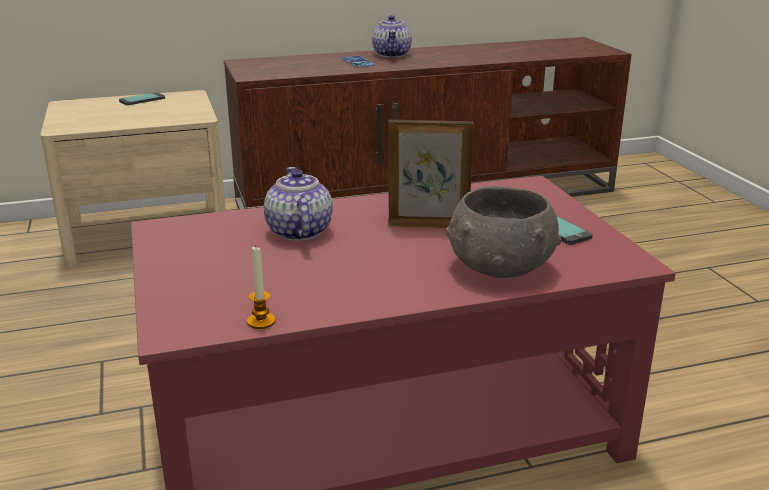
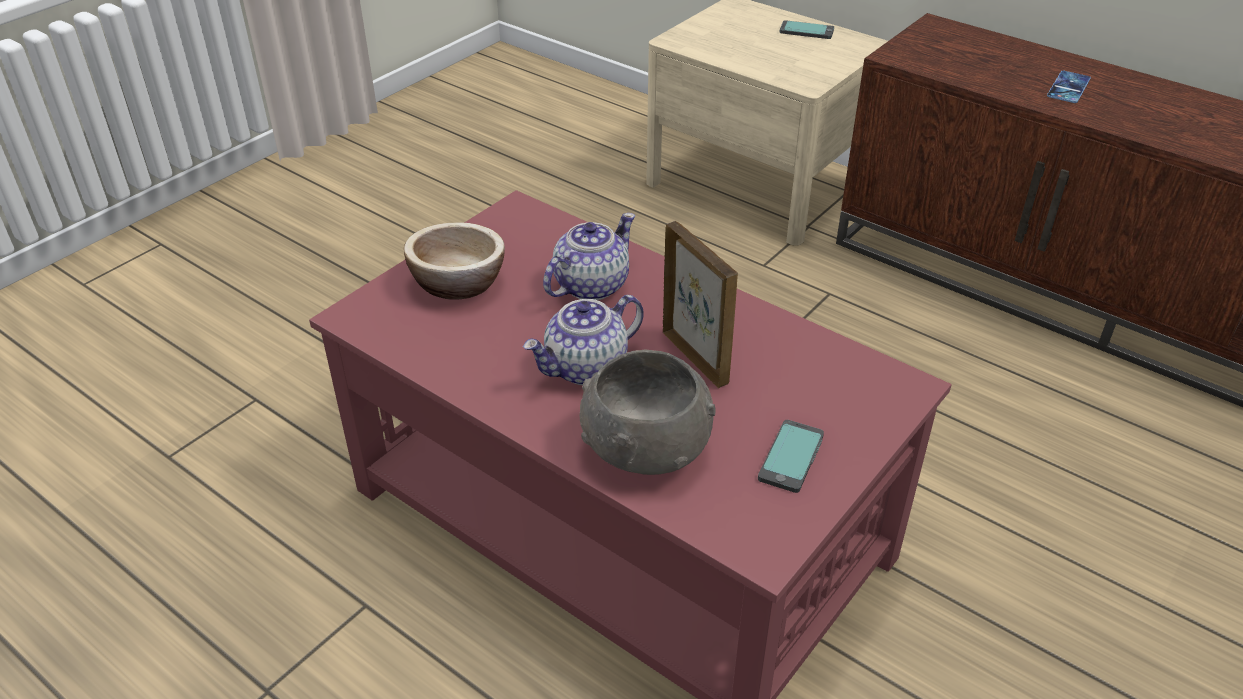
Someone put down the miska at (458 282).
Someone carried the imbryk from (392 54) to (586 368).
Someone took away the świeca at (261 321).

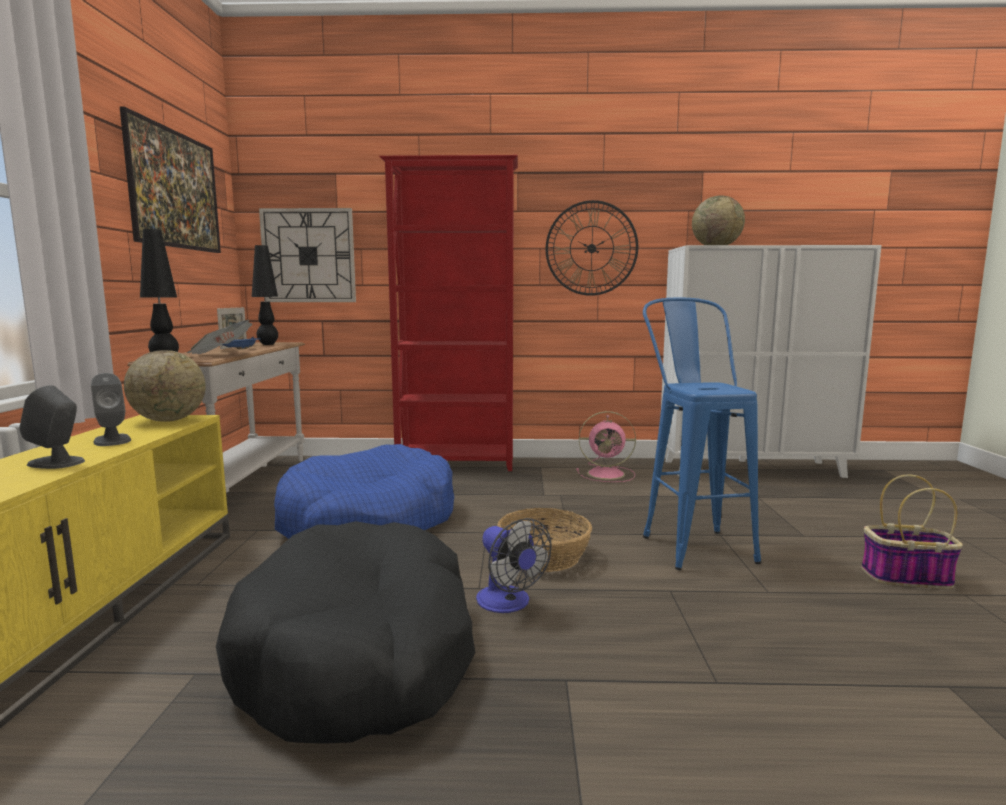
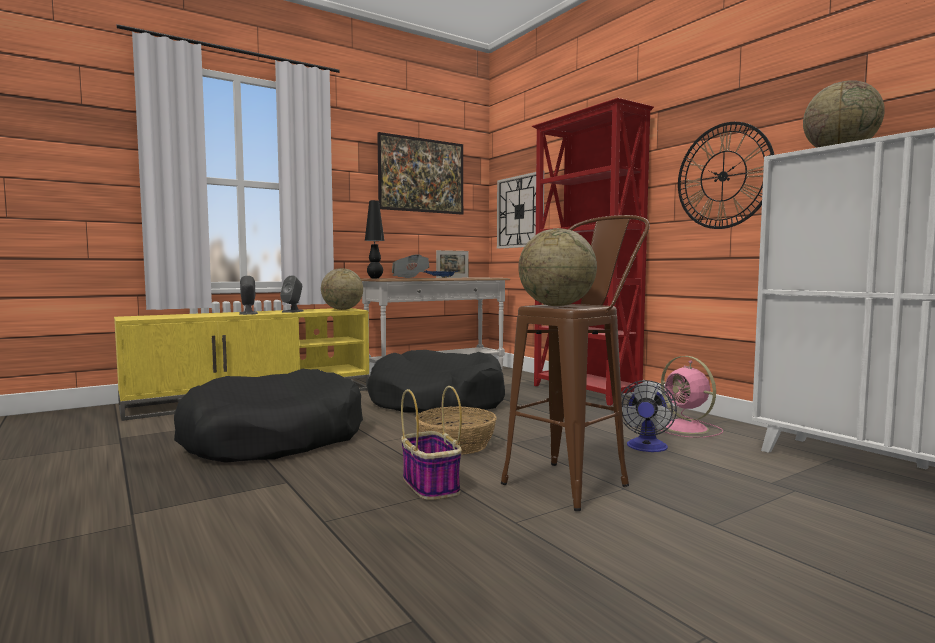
Someone repainted the legowisko [niebieski] at (368 520), which became the legowisko [czarny] at (436 401).
Someone carried the koszyk from (905 577) to (430 485).
Someone repainted the stołek [niebieski] at (690 543), which became the stołek [brązowy] at (575 480).
Someone put down the globus at (556 306).
Someone carried the wentylator from (508 603) to (646 448).
Someone took away the lampa stołowa [czarny] at (268 344).

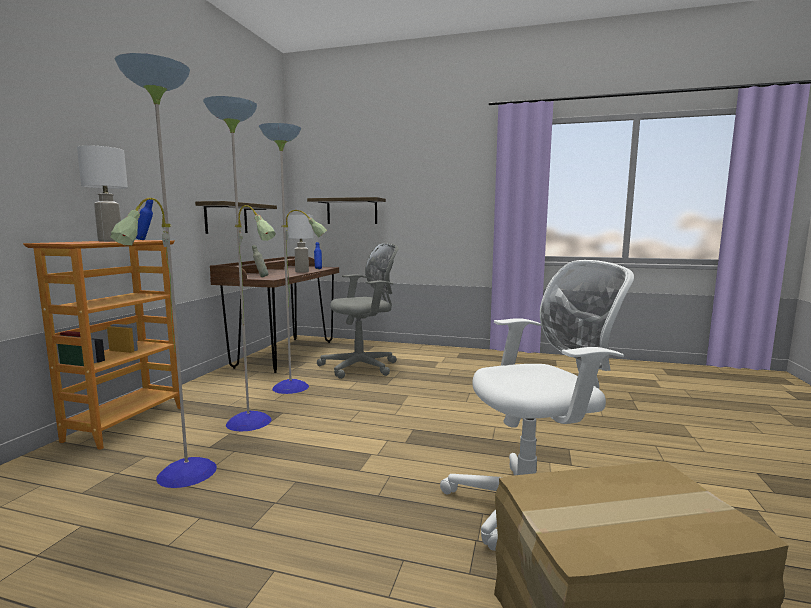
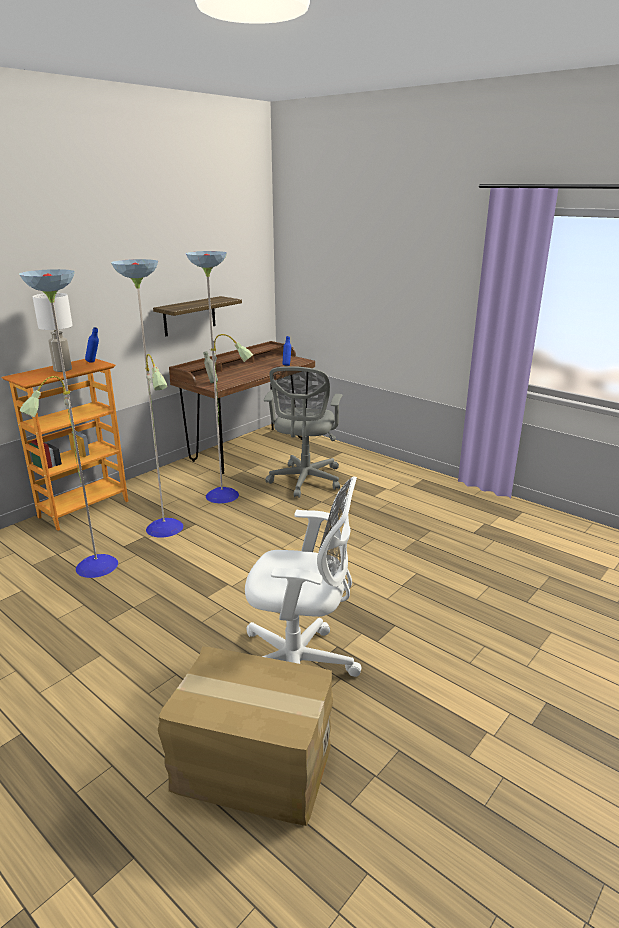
Someone rotated the krzesło biurowe [szary] at (362 367) by 105 degrees clockwise.
Someone took away the lampa stołowa [biały] at (302 272).
Someone took away the półka at (352 211).

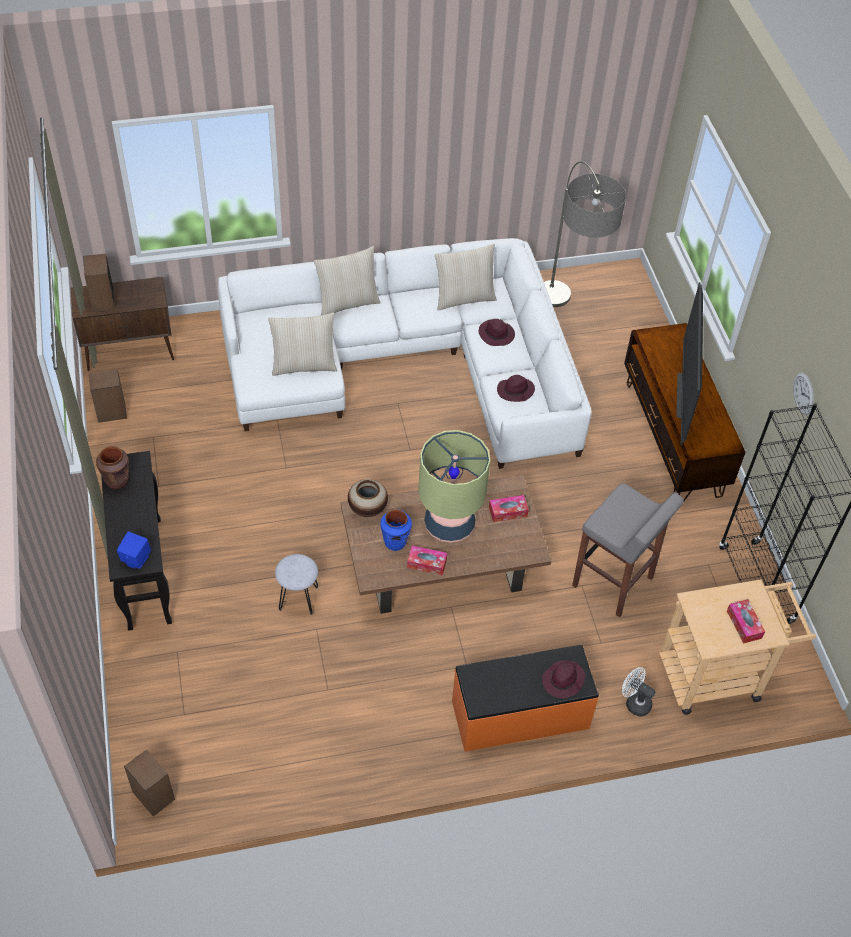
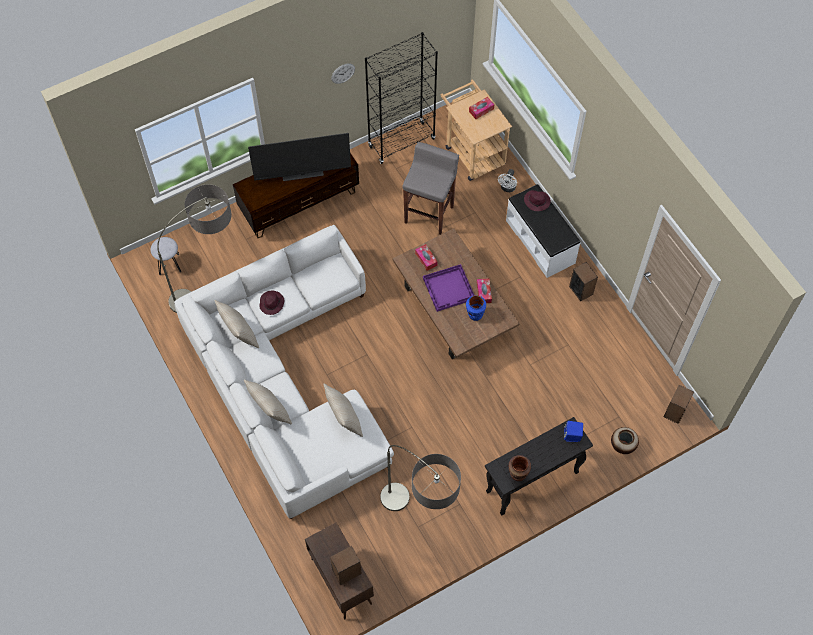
Someone carried the stołek [szary] from (299 598) to (169 264).
Someone put down the lampa stojąca at (420 521).
Someone swapped the lampa stołowa at (449 524) for the taca [fioletowy] at (449 288).
Someone repainted the ławka [pomarańczowy] at (520 715), which became the ławka [biały] at (540 241).
Someone carried the głośnik from (111 412) to (581 290).
Someone carried the wazon from (367 509) to (623 445).
Someone took away the kapelusz [fioletowy] at (515 391).

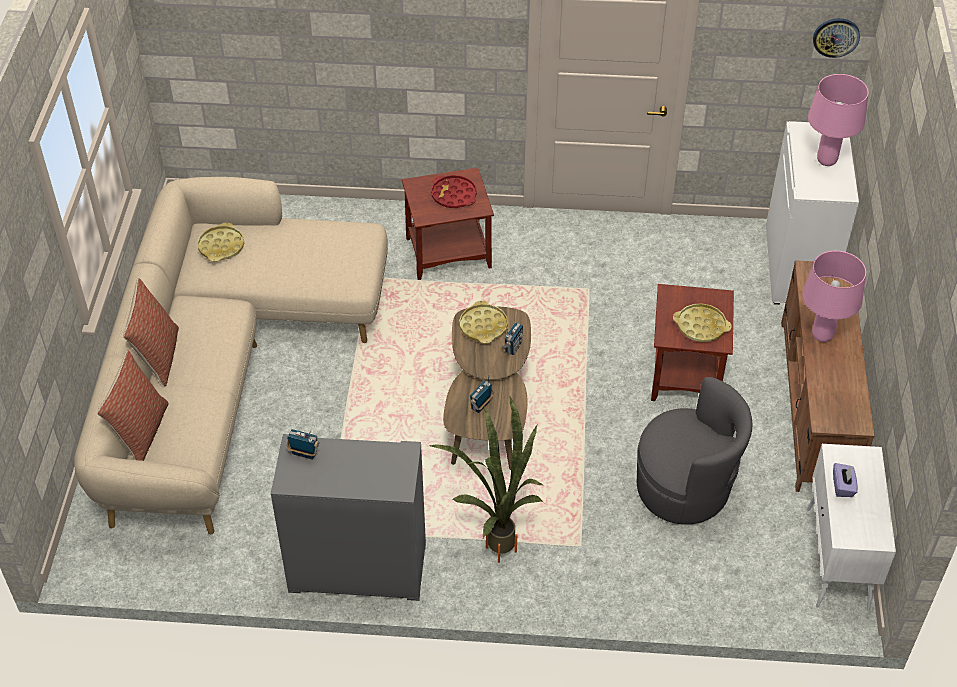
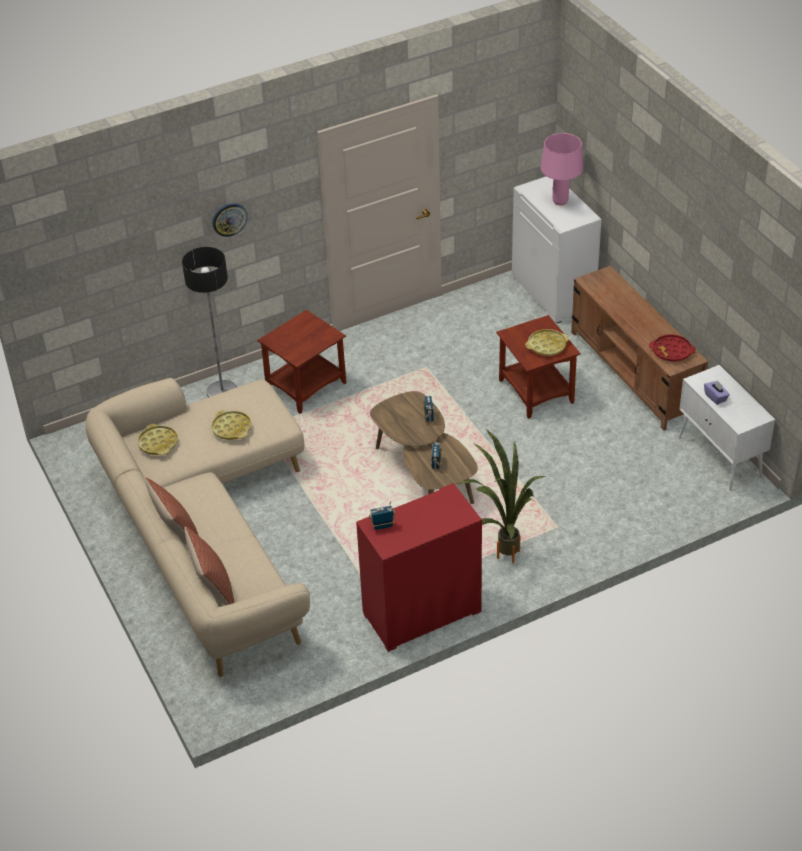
Someone put down the lampa stojąca at (222 392).
Someone carried the taca [żółty] from (483 326) to (232 428).
Someone carried the zegar ścienny from (836 37) to (229 219).
Someone repainted the szafka [szary] at (357 568), which became the szafka [czerwony] at (422 613).
Someone carried the taca [czerwony] from (454 195) to (671 351).
Someone took away the fotel [szary] at (685 488).
Someone took away the lampa stołowa [różowy] at (821 336).

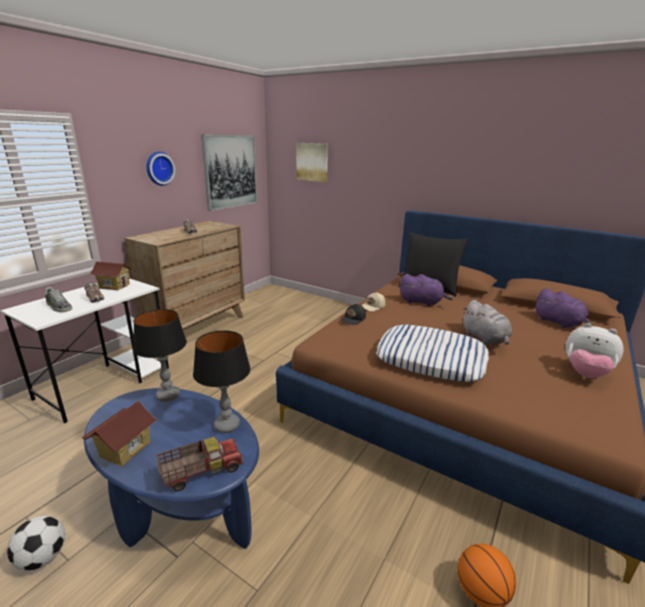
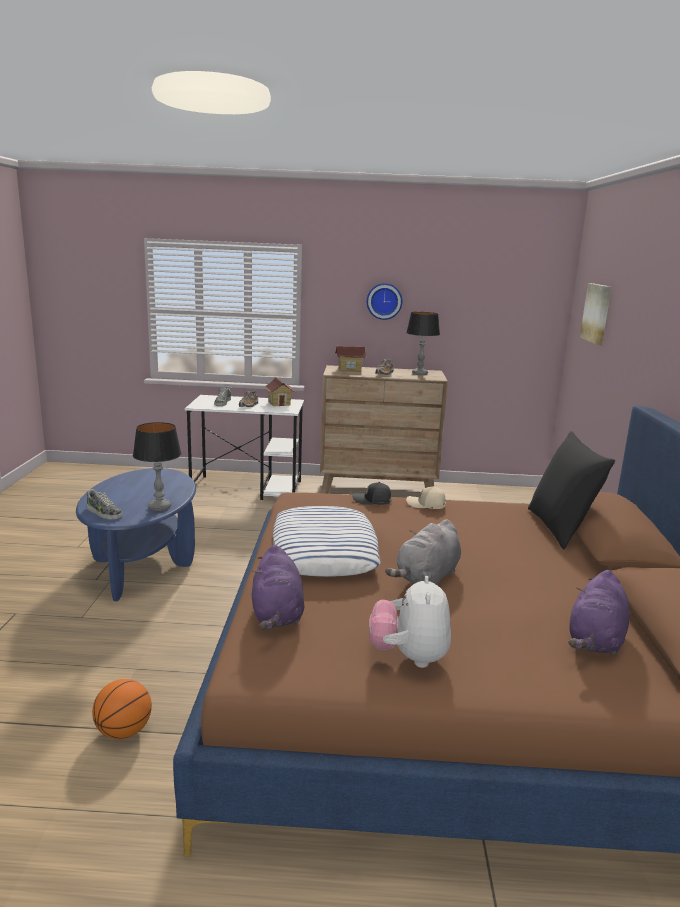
Someone swapped the ciężarówka zabawkowa at (201 472) for the but at (104 513).
Someone carried the pluszak [fioletowy] from (422 302) to (277 615).
Someone carried the domek from (125 449) to (349 369).
Someone carried the lampa stołowa from (168 395) to (419 374).
Someone took away the piłka futbolowa at (43 557).
Someone took away the obraz at (230 171).

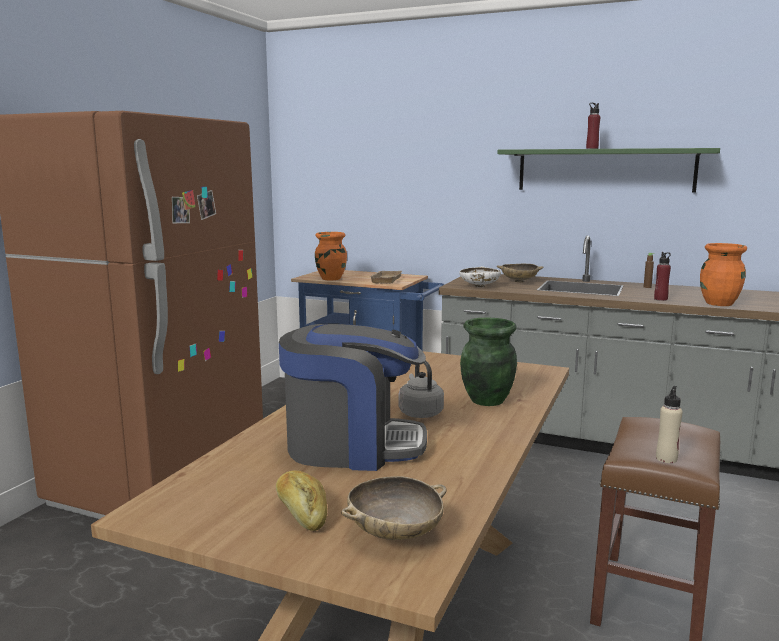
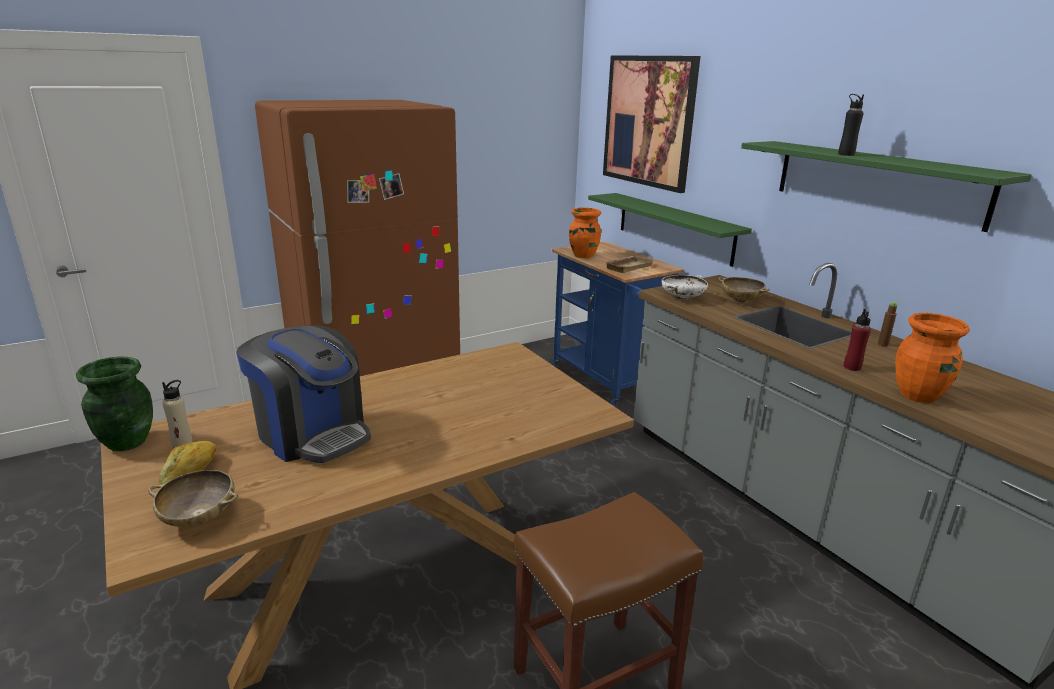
Someone carried the wazon [zielony] from (486 400) to (126 442).
Someone carried the butelka [beżowy] from (666 459) to (182 443).
Someone put up the półka [zielony] at (674 227).
Someone put up the obraz at (648 121).
Someone repainted the butelka [czerwony] at (592 148), which became the butelka [czarny] at (846 154).
Someone took away the czajnik [szary] at (419 412).

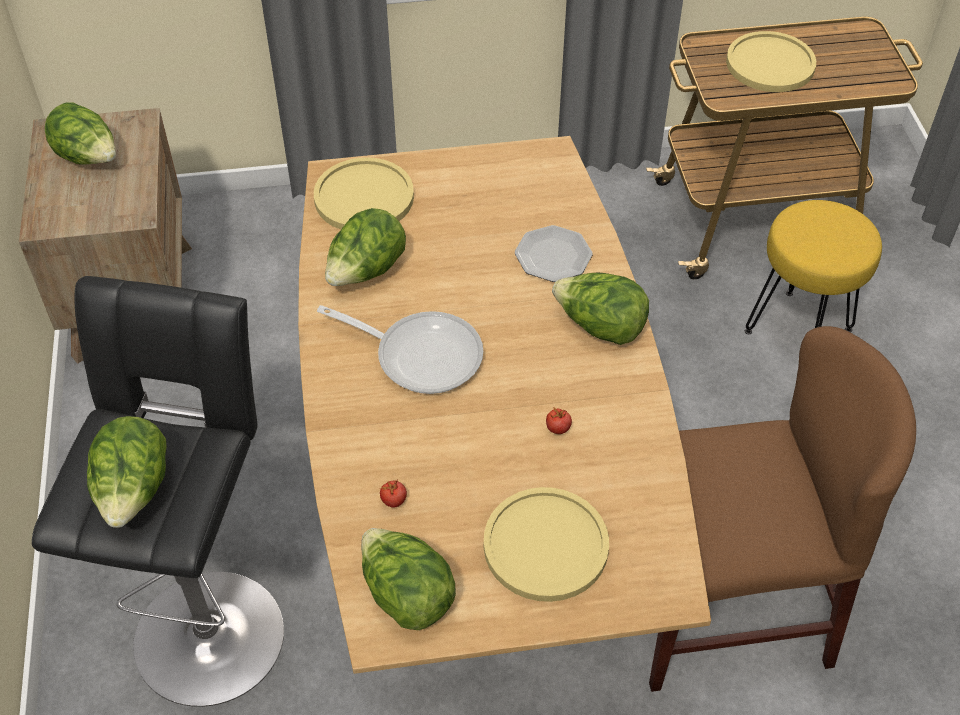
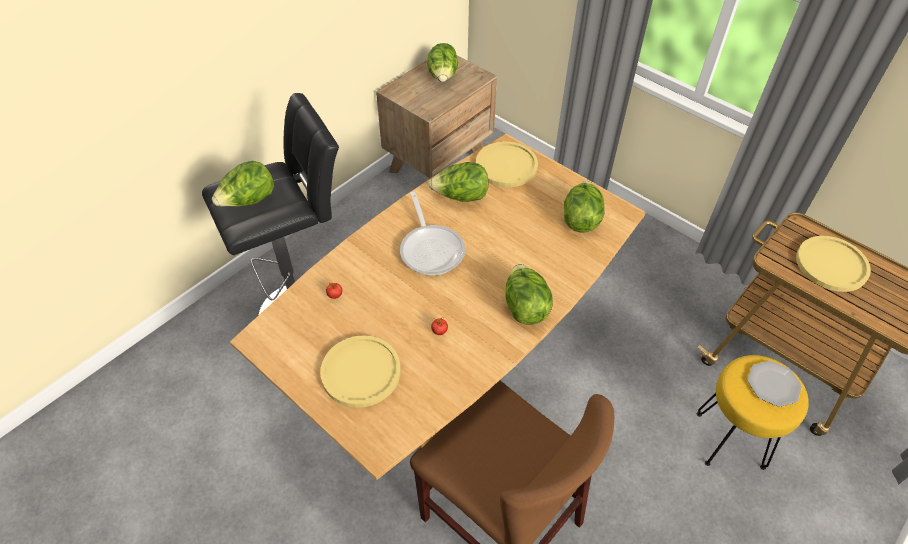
Someone carried the sałata from (406 595) to (580 219).
Someone carried the talerz from (553 255) to (773 384).

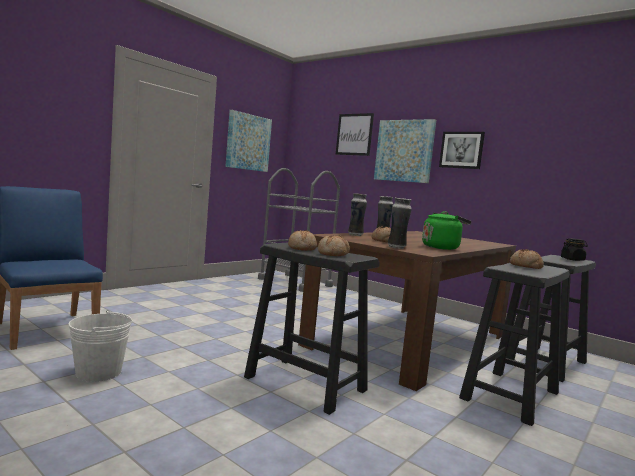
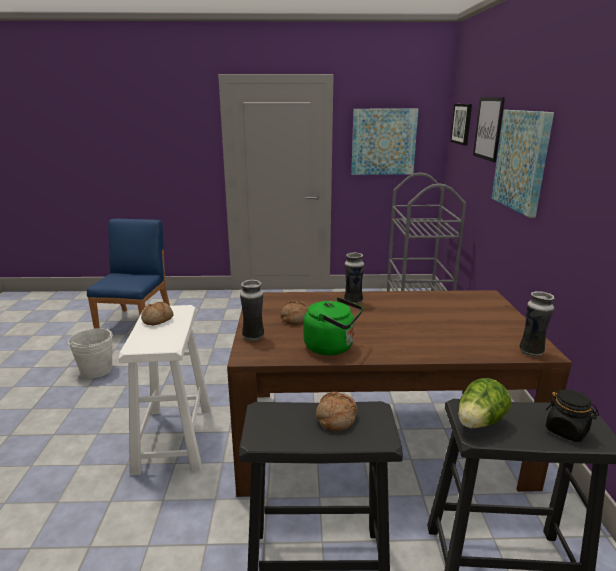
Someone repainted the stołek [czarny] at (304 383), which became the stołek [biały] at (174 438).
Someone carried the obraz from (461 150) to (462 124).
Someone put down the sałata at (479 423).
Someone carried the wazon from (355 235) to (531 352).
Someone took away the chleb at (333 254).

